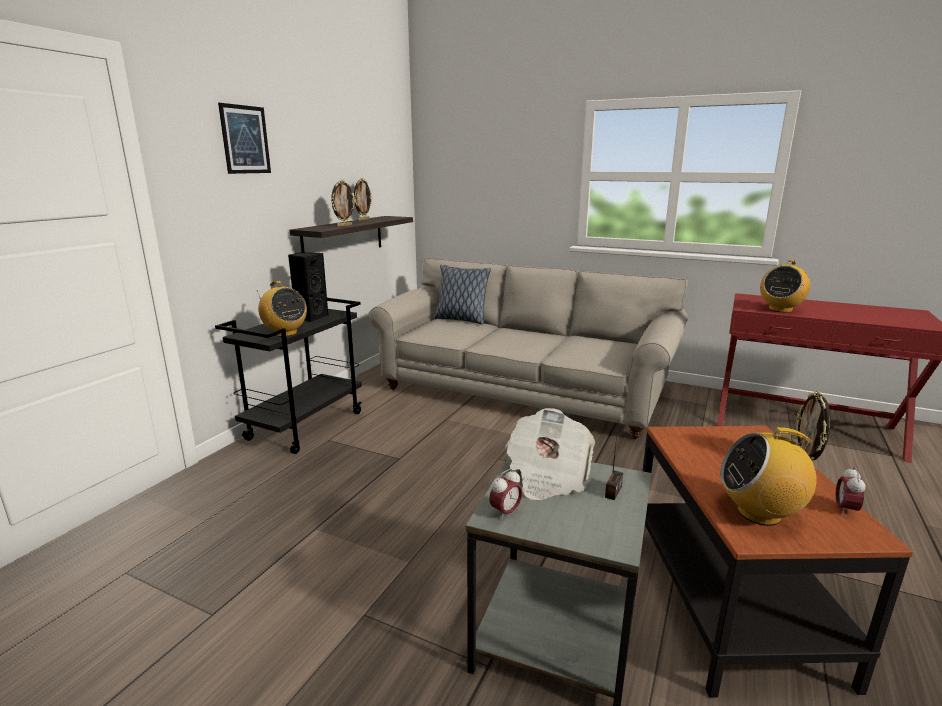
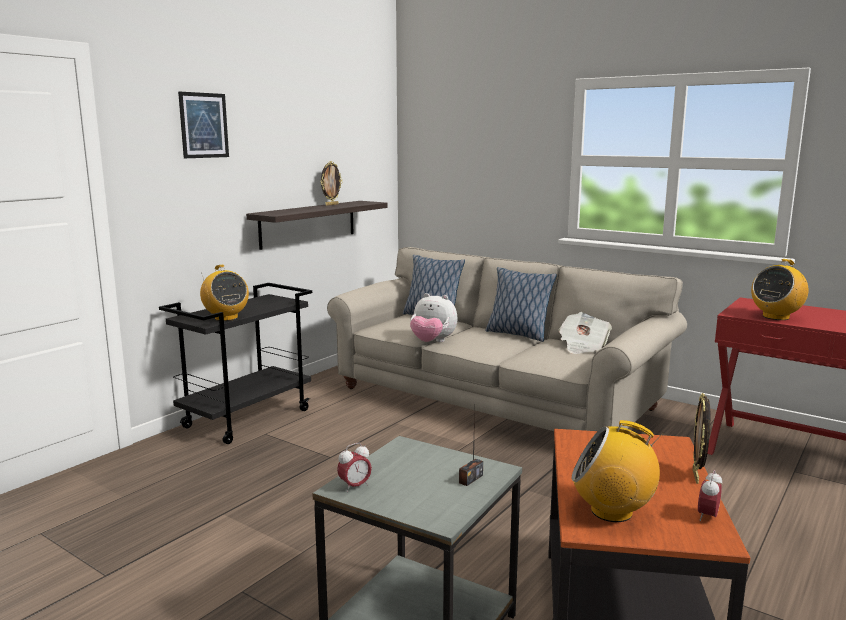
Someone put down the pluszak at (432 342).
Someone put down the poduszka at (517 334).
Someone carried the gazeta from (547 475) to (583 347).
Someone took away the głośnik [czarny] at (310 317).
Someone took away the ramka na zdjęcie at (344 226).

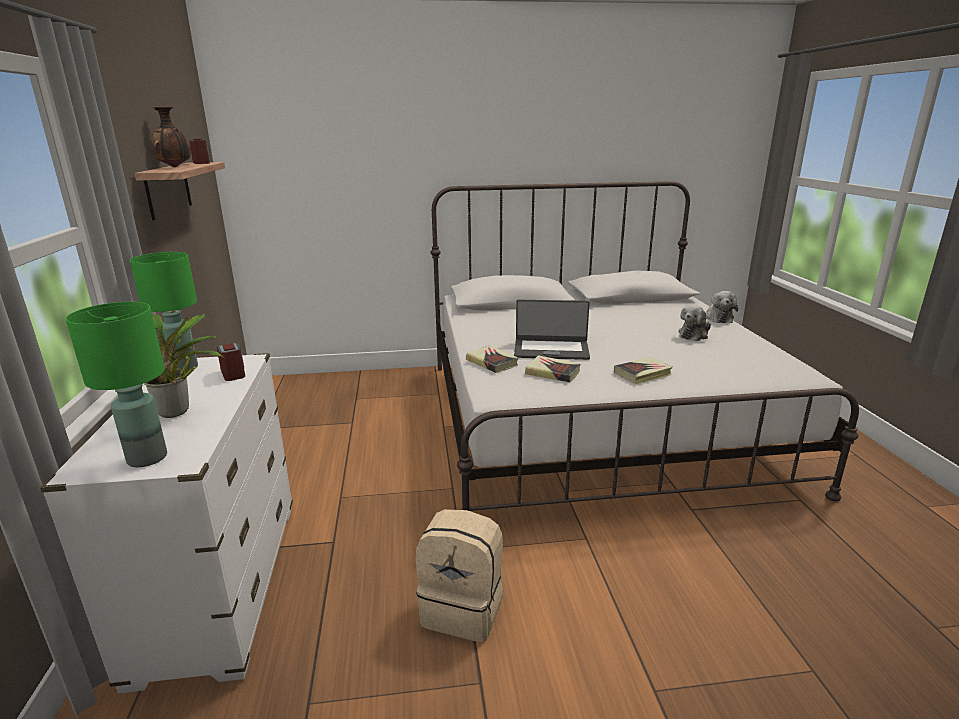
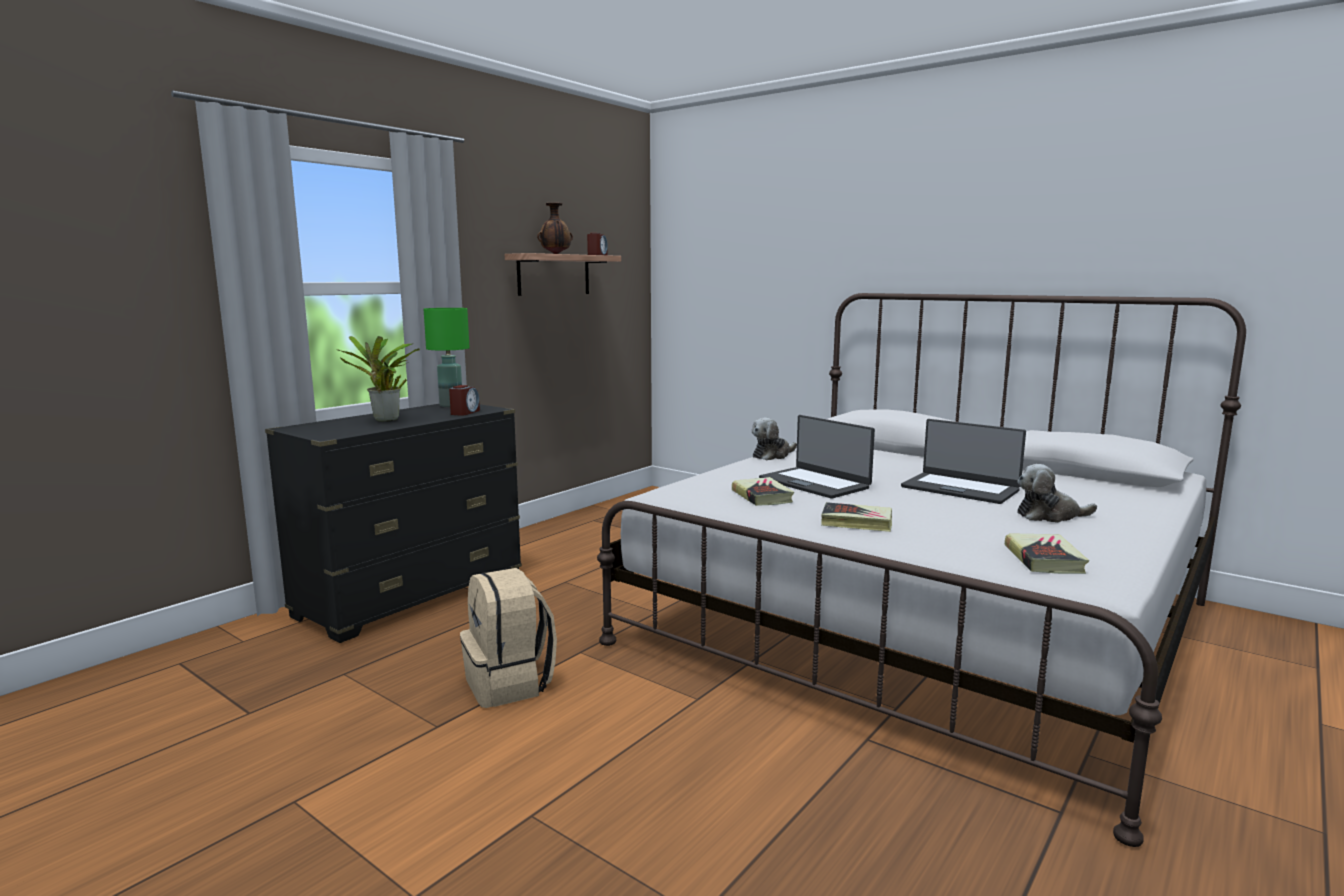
Someone repainted the komoda [biały] at (221 585), which became the komoda [czarny] at (412 596).
Someone carried the pluszak from (718 318) to (772 455).
Someone put down the laptop at (960 488).
Someone carried the książka from (492 362) to (1044 559).
Someone took away the lampa stołowa [zielony] at (147 457).

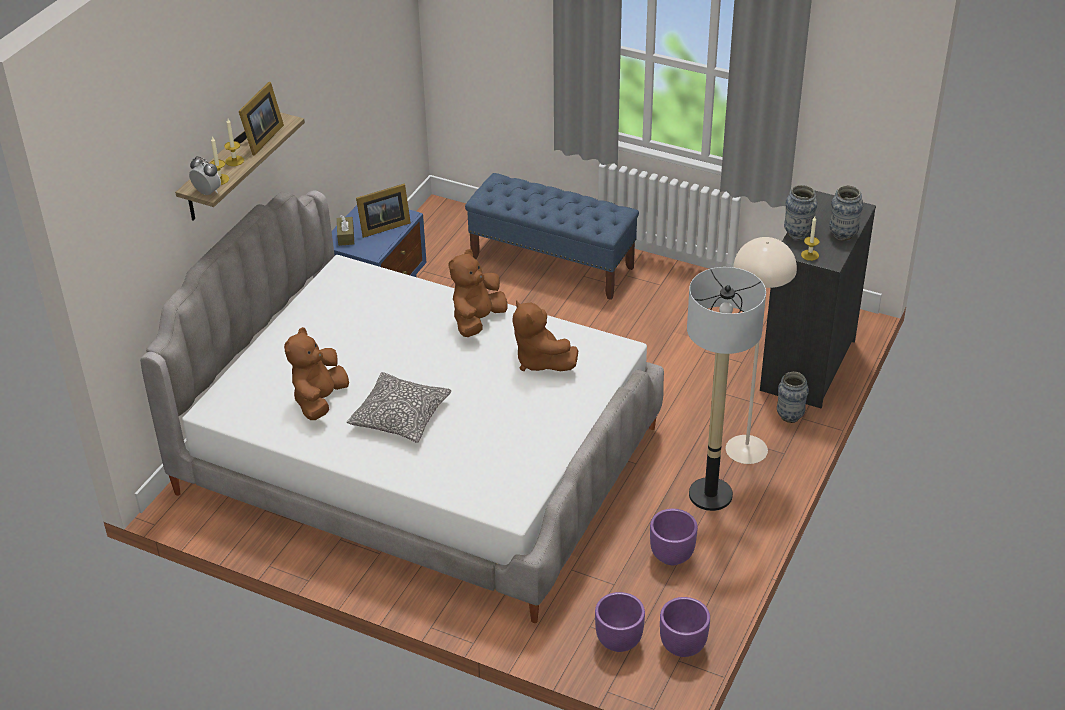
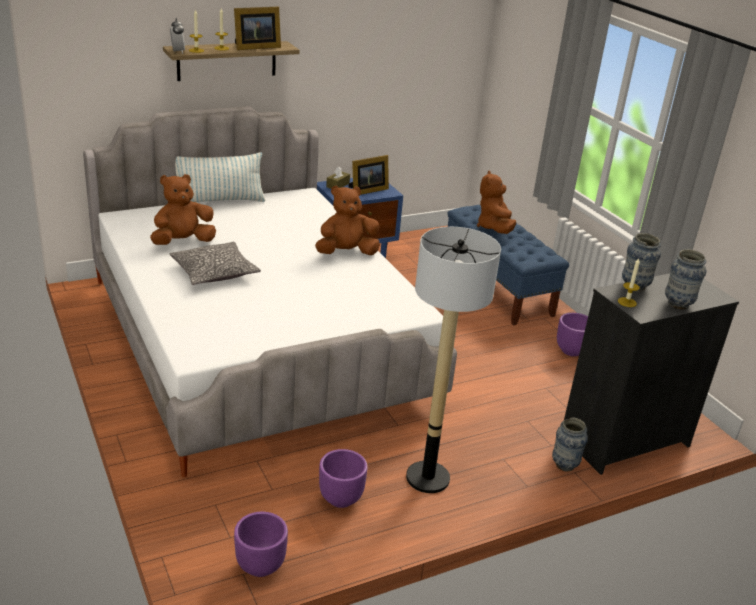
Someone put down the poduszka at (220 201).
Someone rotated the ramka na zdjęcie at (382 227) by 45 degrees counterclockwise.
Someone carried the pluszak [brązowy] from (540 361) to (494 228).
Someone carried the donica [fioletowy] from (619 641) to (571 351).
Someone took away the lampa stojąca [beżowy] at (746 449).

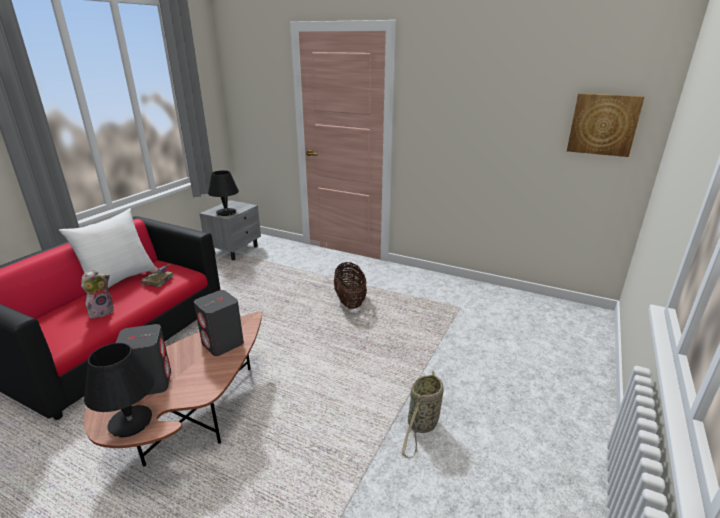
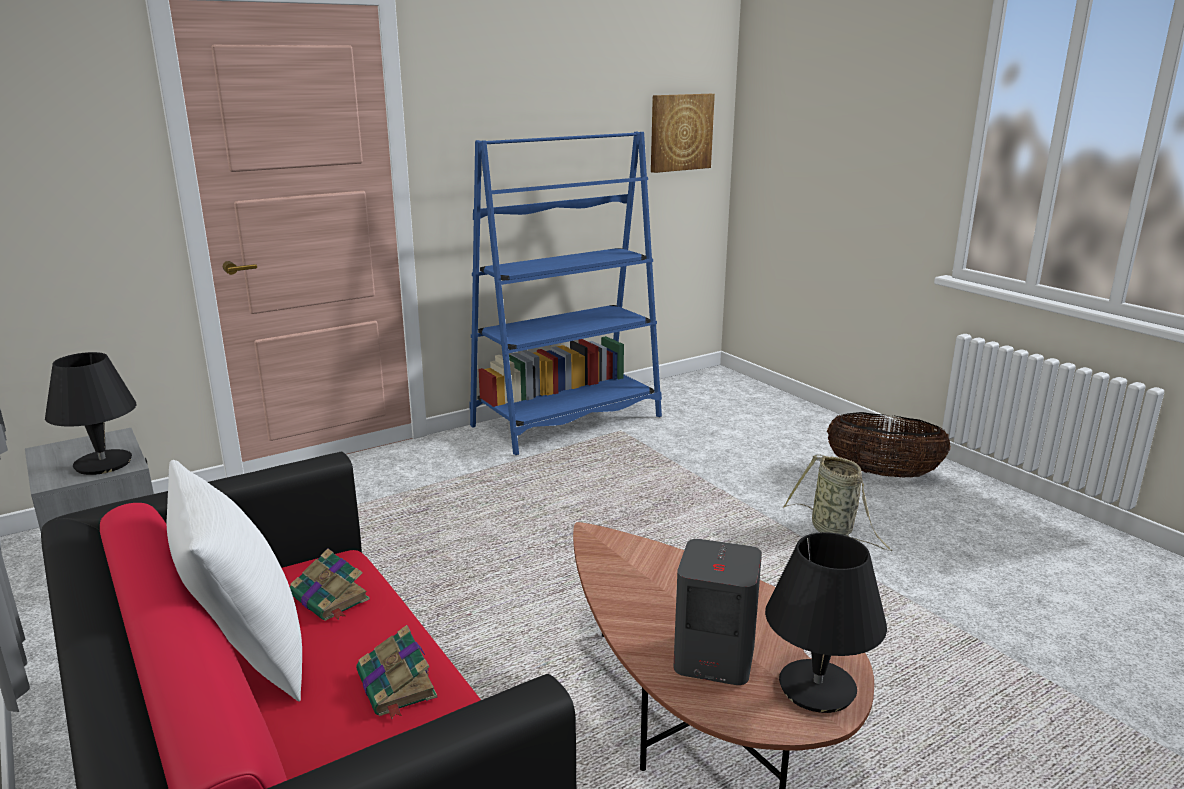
Someone swapped the pluszak at (102 311) for the książka at (397 686).
Someone put down the regał [niebieski] at (567 421).
Someone carried the koszyk from (350 301) to (882 473).
Someone took away the głośnik [szary] at (223 344).

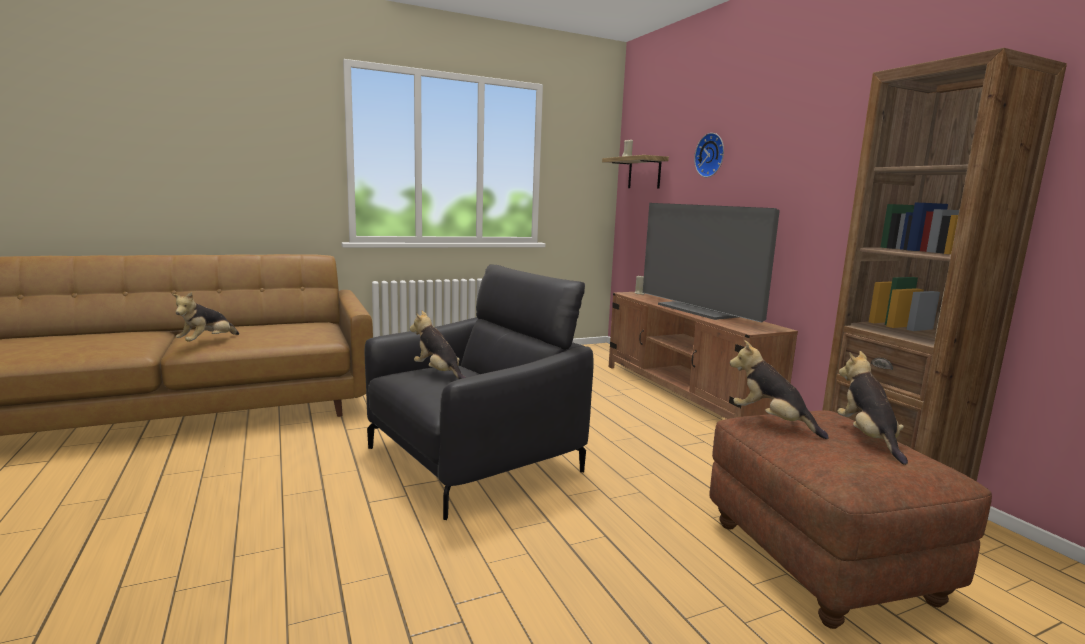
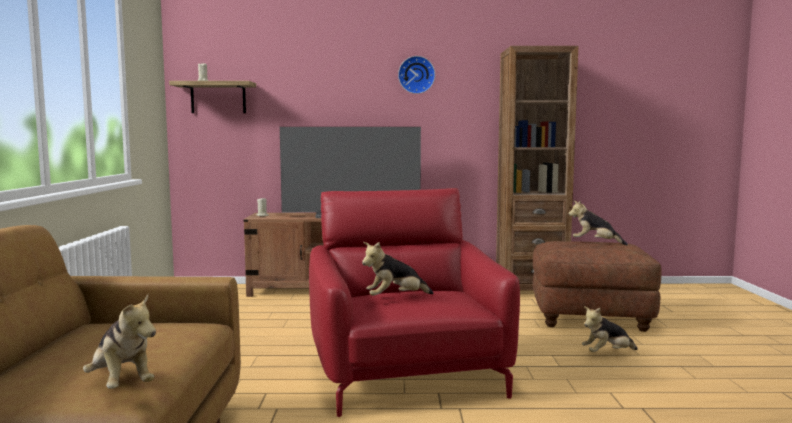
Someone repainted the fotel [czarny] at (473 459), which became the fotel [czerwony] at (407 375).
Someone carried the zegar ścienny from (711 155) to (416 75).
Someone carried the pluszak from (772 422) to (607 353).

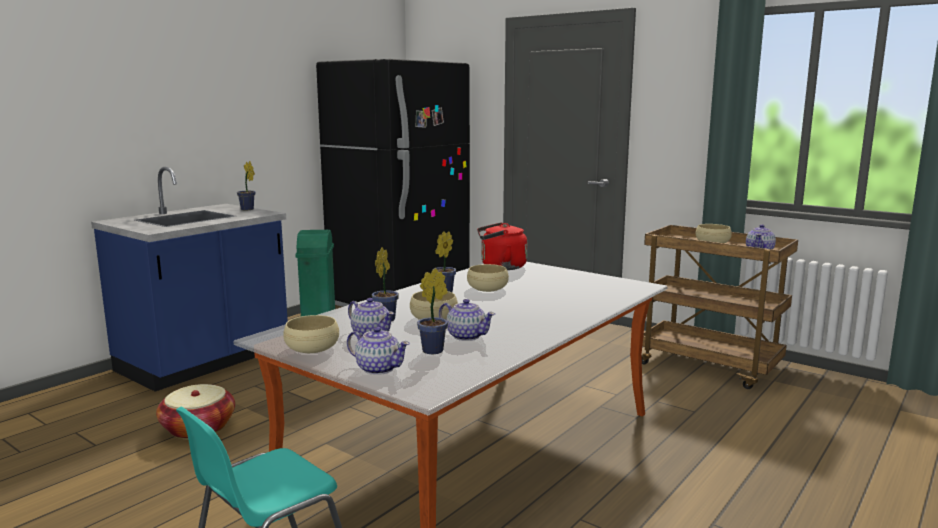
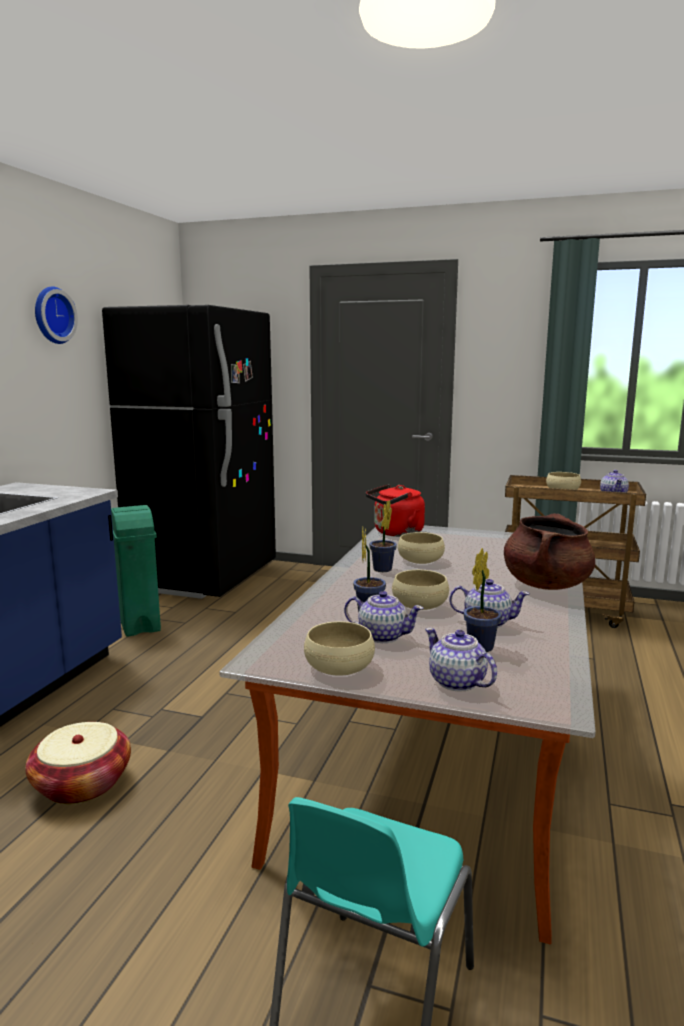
Someone put up the zegar ścienny at (52 315).
Someone rotated the imbryk at (378 368) by 135 degrees counterclockwise.
Someone put down the garnek [brązowy] at (546 585).
Someone took away the roślina doniczkowa at (248 209).

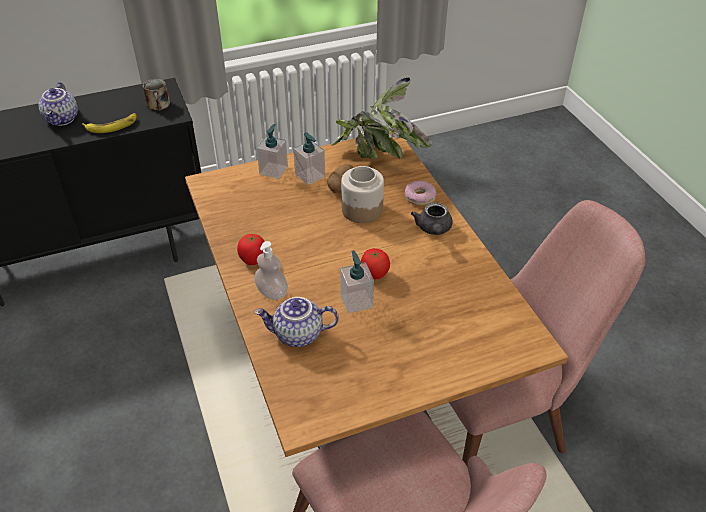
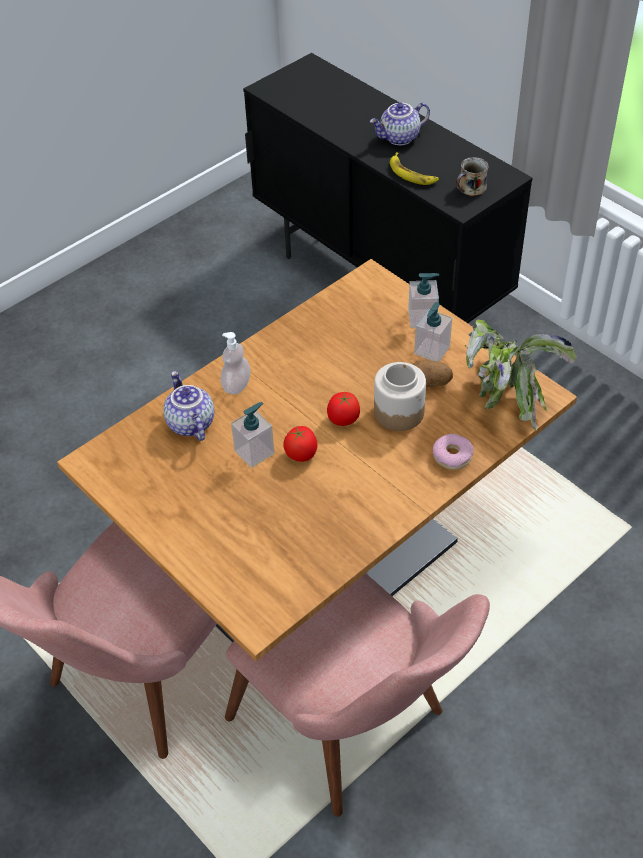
Someone carried the pomidor from (253 259) to (343 419).
Someone took away the imbryk [szary] at (433 229).

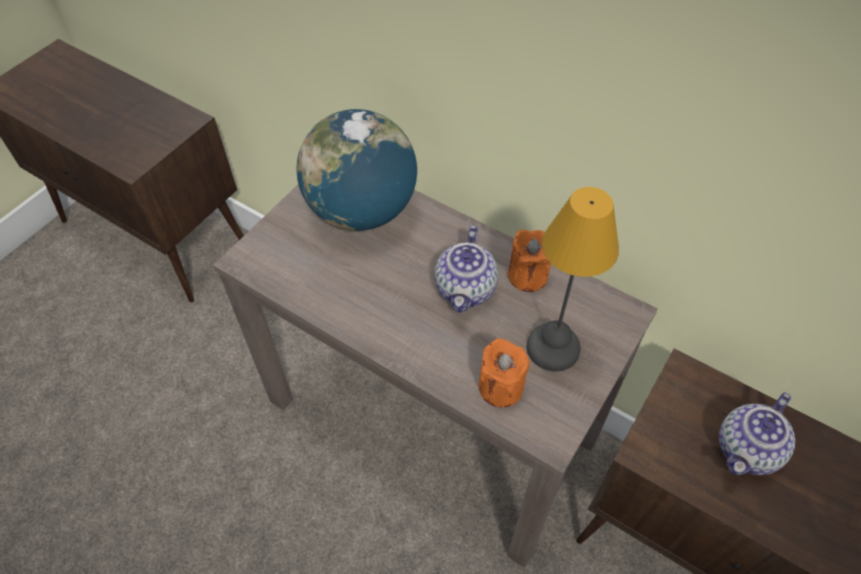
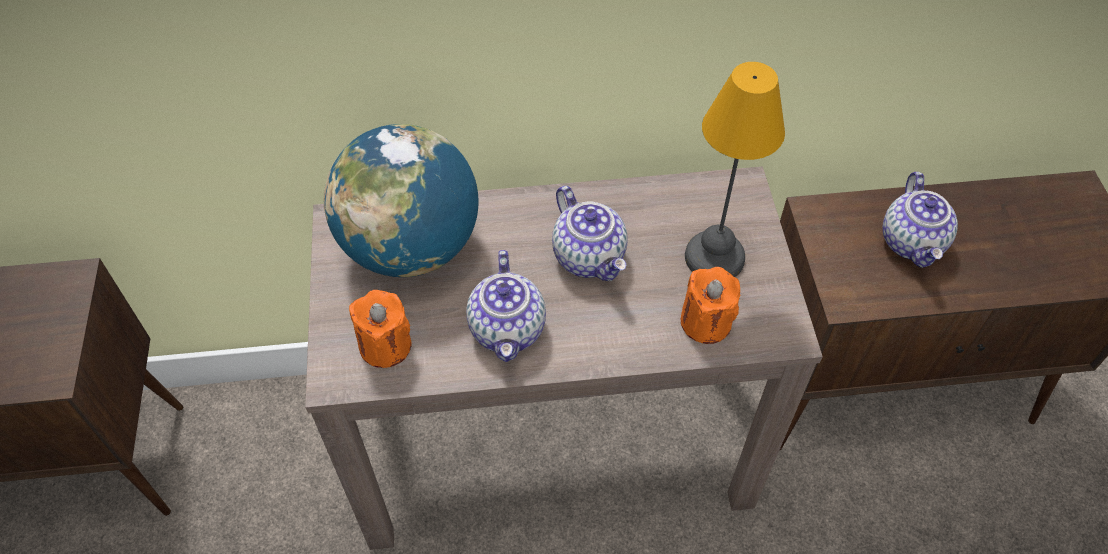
Someone carried the świeca [pomarańczowy] from (527 275) to (385 346).
Someone put down the imbryk at (508 330).

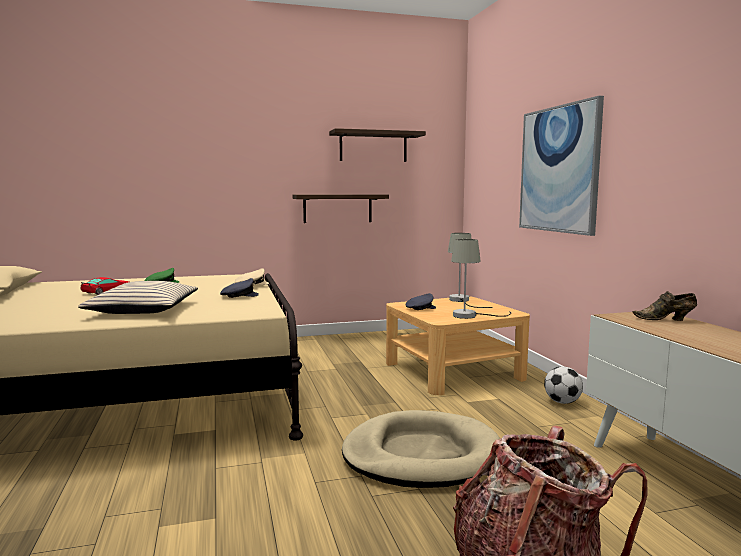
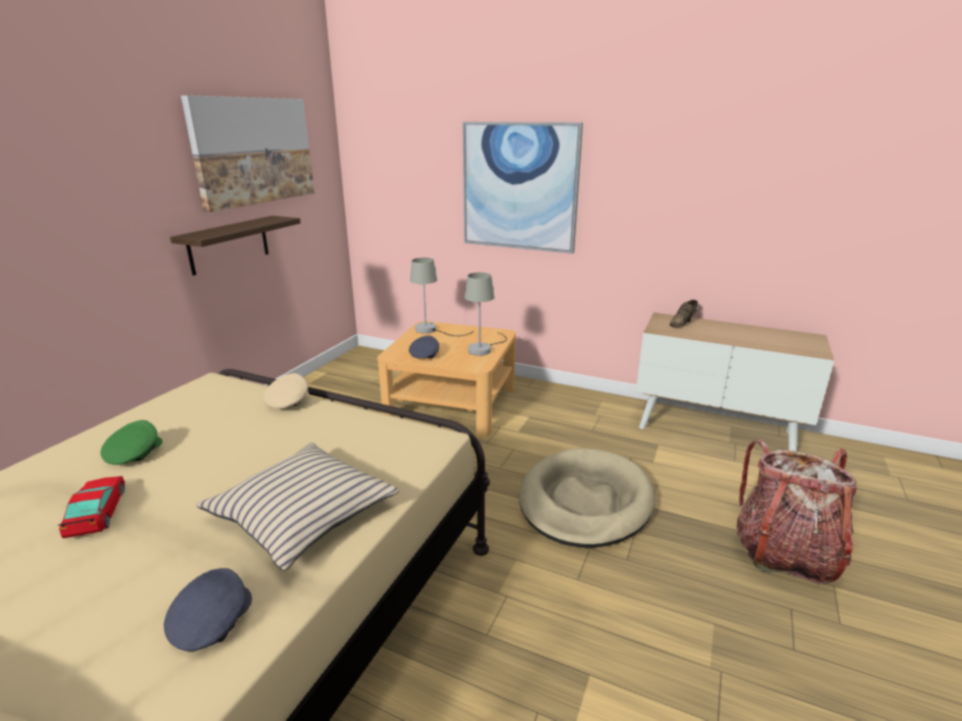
Someone carried the czapka z daszkiem [szary] from (238 296) to (211 621).
Someone swapped the półka at (373 147) for the obraz at (254 151).
Someone took away the piłka futbolowa at (562 402).

